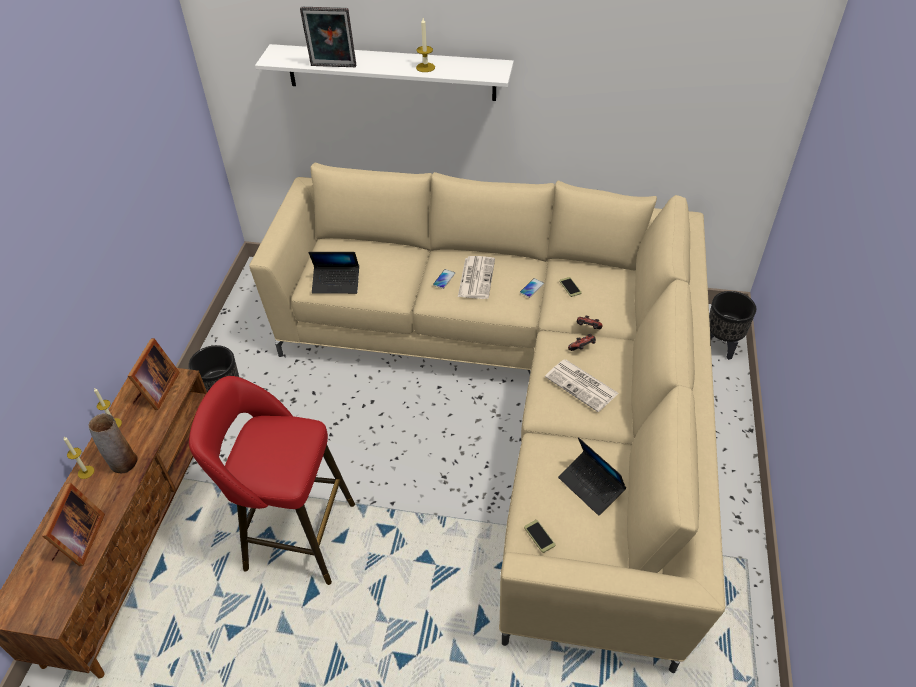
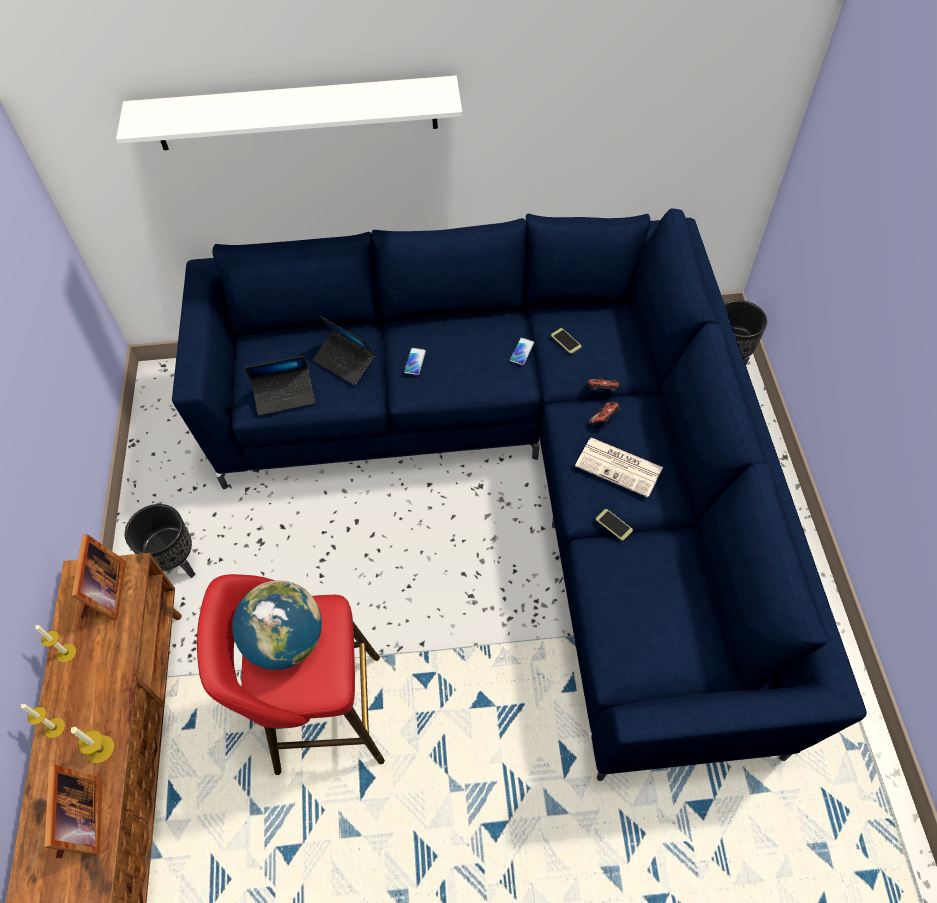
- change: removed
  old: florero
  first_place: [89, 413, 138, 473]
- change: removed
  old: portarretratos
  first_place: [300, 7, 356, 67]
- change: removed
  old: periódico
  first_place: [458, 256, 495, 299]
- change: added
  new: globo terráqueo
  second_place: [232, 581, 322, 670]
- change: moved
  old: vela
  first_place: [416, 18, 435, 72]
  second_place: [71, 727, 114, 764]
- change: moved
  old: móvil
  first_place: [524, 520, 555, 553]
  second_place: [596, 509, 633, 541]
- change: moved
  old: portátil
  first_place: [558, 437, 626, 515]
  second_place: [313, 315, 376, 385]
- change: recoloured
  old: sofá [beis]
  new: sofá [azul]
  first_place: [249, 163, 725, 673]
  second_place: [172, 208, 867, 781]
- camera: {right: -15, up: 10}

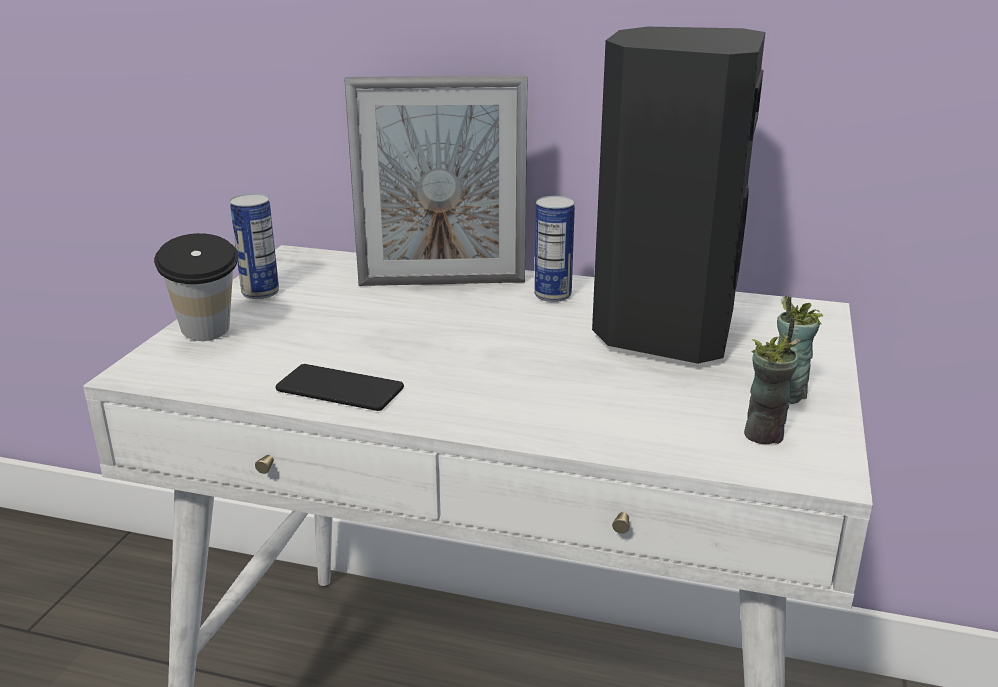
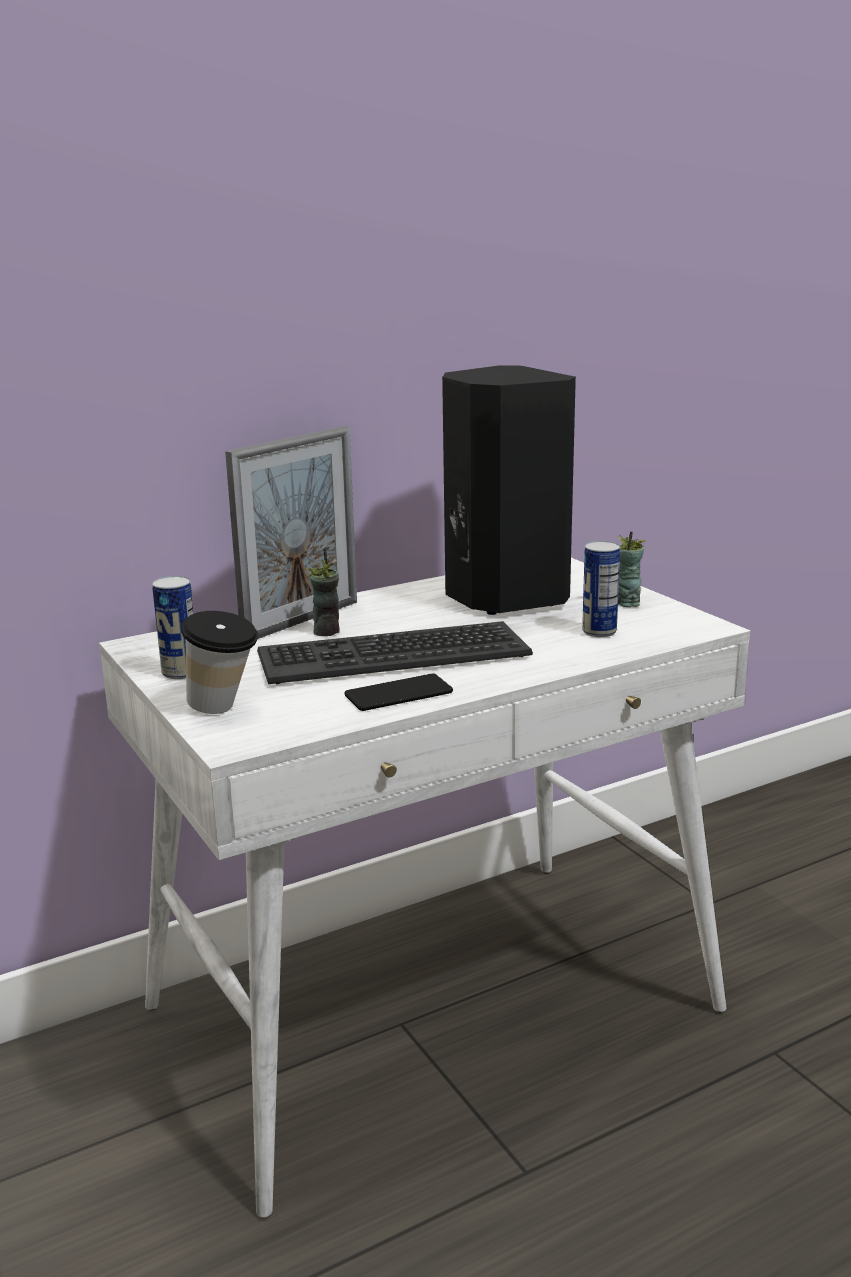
- change: added
  new: teclado
  second_place: [257, 621, 533, 685]
- change: moved
  old: lata
  first_place: [534, 196, 575, 302]
  second_place: [582, 541, 620, 637]
- change: moved
  old: taza
  first_place: [744, 318, 800, 444]
  second_place: [307, 548, 340, 636]
- camera: {right: -45, up: -5}

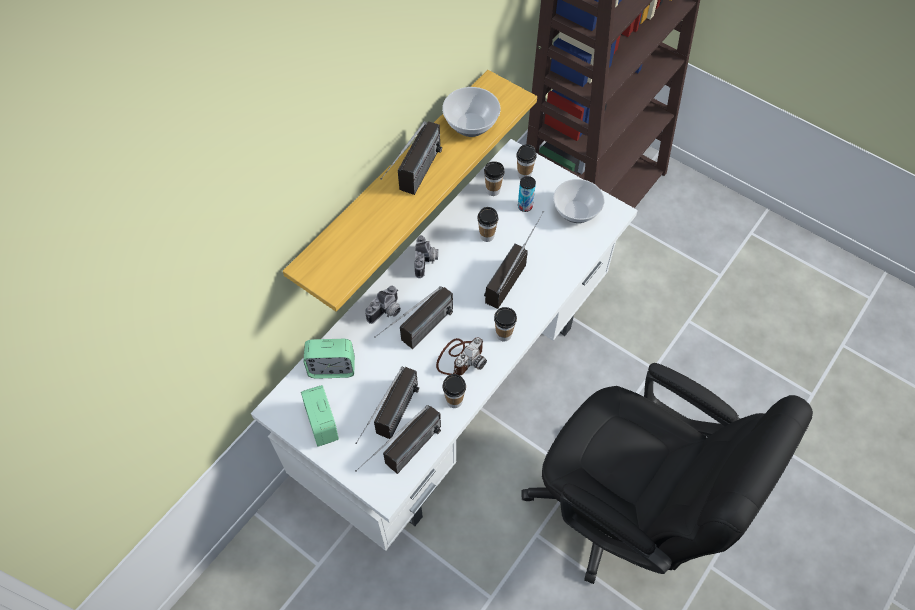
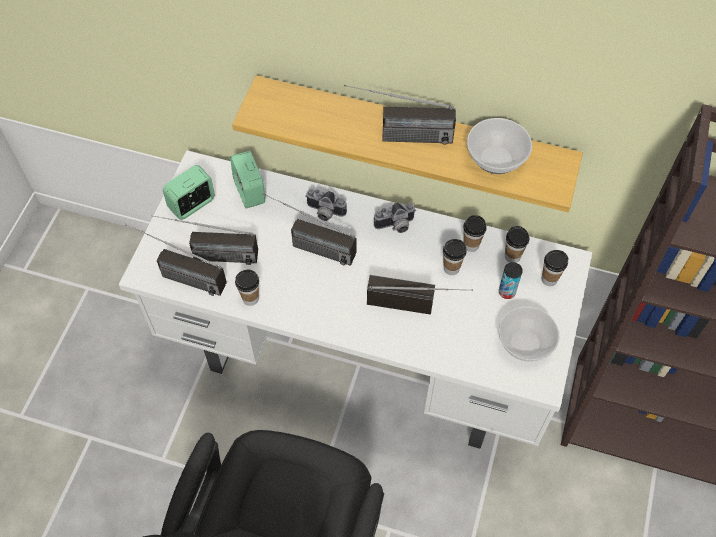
- change: removed
  old: cámara
  first_place: [436, 338, 487, 376]
- change: moved
  old: taza
  first_place: [494, 307, 517, 341]
  second_place: [463, 215, 487, 252]
- camera: {right: 70, up: 0}

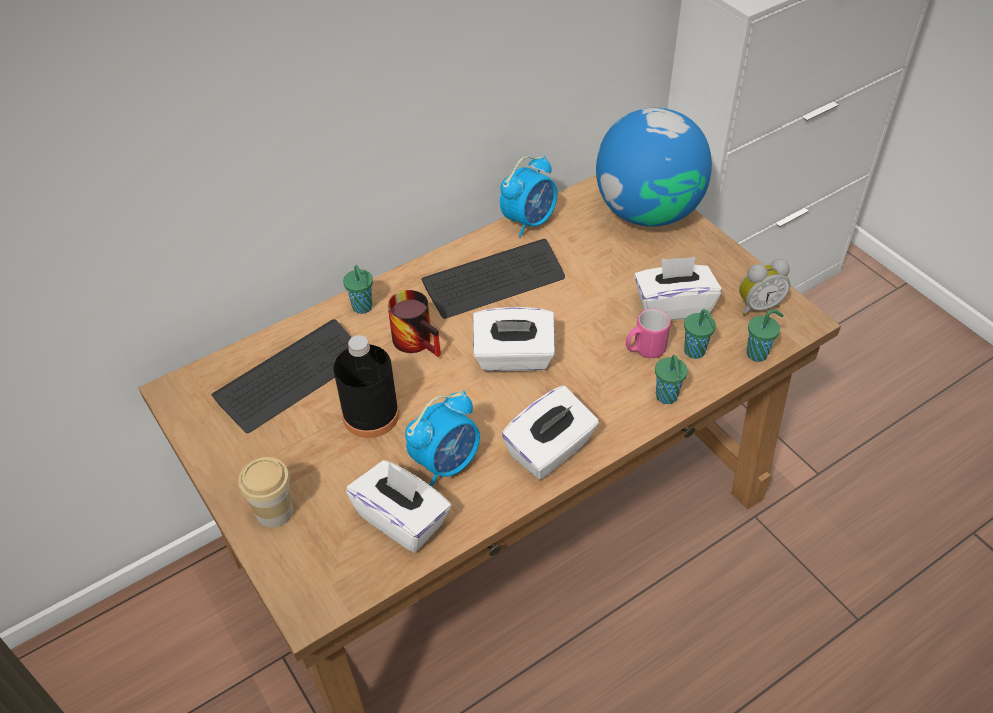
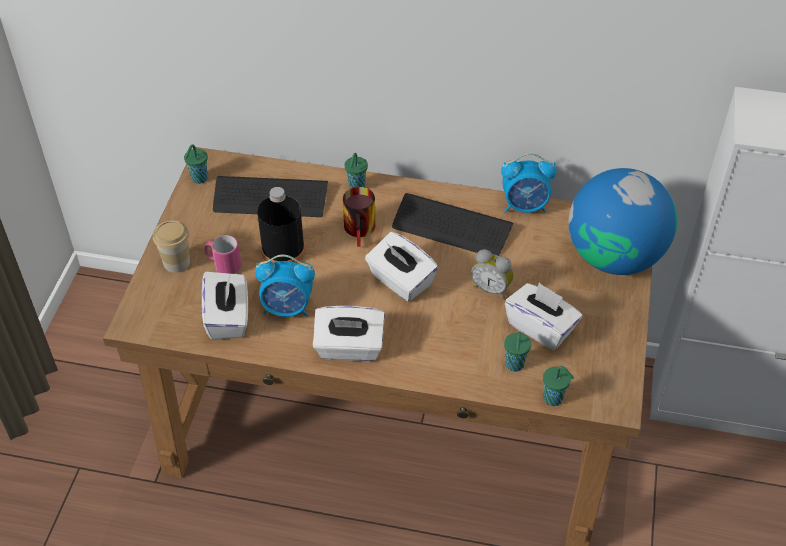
- change: moved
  old: taza grande [rosa]
  first_place: [626, 309, 671, 358]
  second_place: [205, 235, 241, 274]
- change: moved
  old: taza [verde]
  first_place: [655, 355, 688, 404]
  second_place: [184, 144, 208, 184]
- change: moved
  old: despertador
  first_place: [739, 259, 790, 316]
  second_place: [471, 249, 514, 299]
- camera: {right: 45, up: 0}

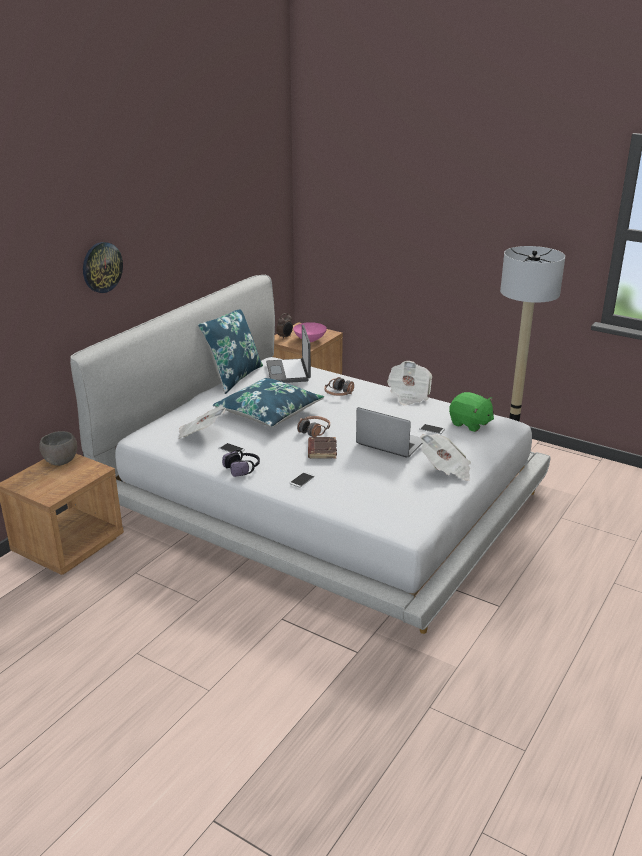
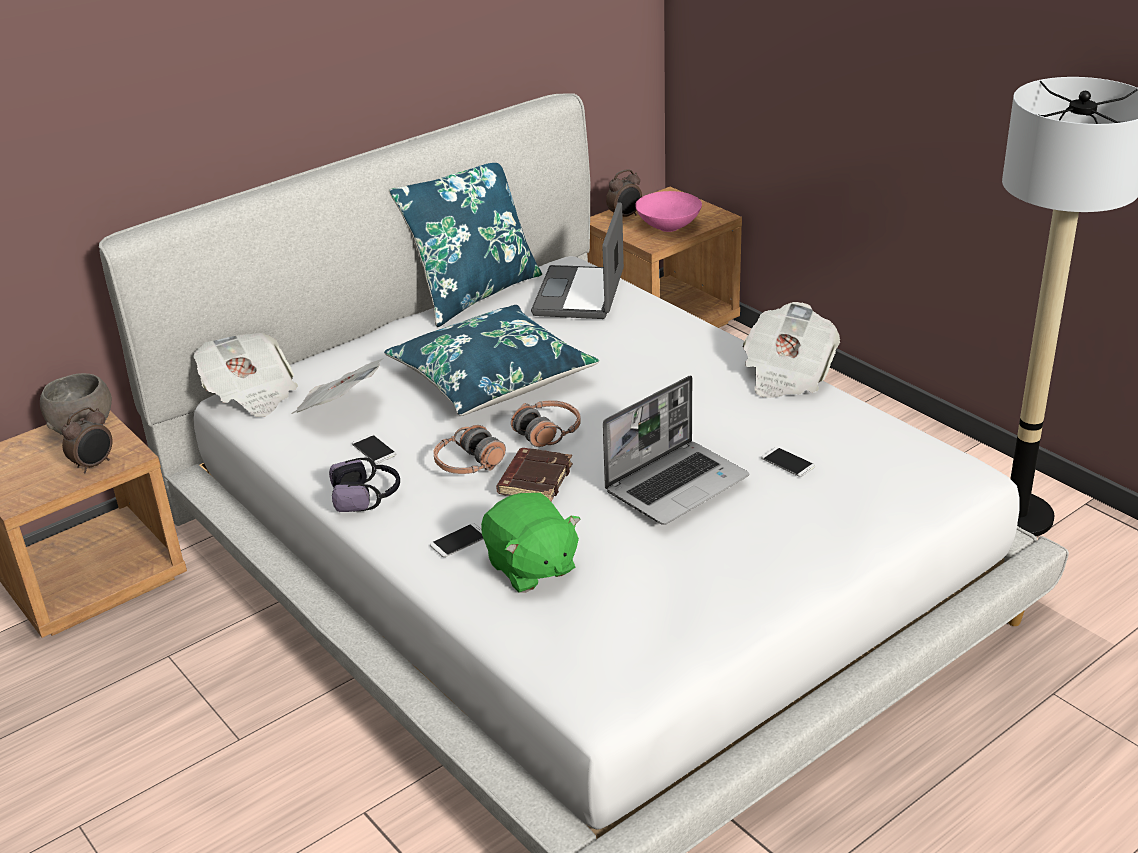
- change: removed
  old: reloj de pared
  first_place: [83, 242, 123, 293]
- change: added
  new: despertador
  second_place: [62, 407, 113, 474]
- change: moved
  old: auriculares
  first_place: [324, 377, 354, 396]
  second_place: [433, 425, 506, 474]
- change: moved
  old: periódico
  first_place: [420, 434, 471, 481]
  second_place: [194, 333, 298, 417]
- change: moved
  old: peluche [verde]
  first_place: [449, 392, 494, 432]
  second_place: [481, 493, 581, 593]
- change: turned
  old: portátil
  first_place: [356, 407, 422, 458]
  second_place: [603, 375, 749, 525]
  degrees: 90
- camera: {right: 20, up: 5}

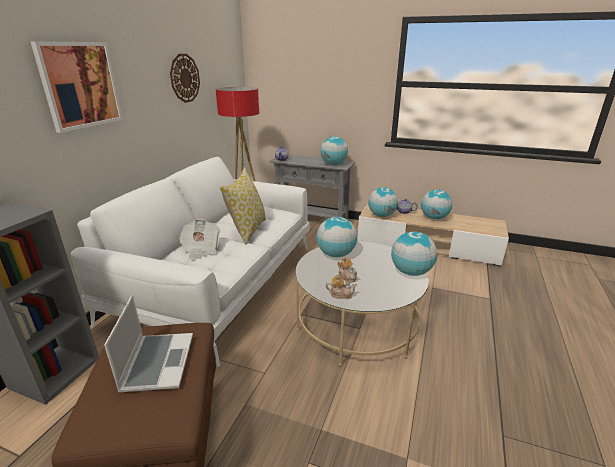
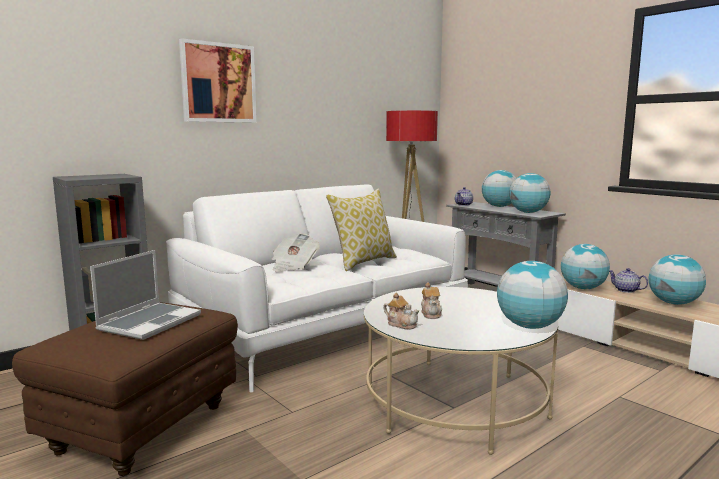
- change: removed
  old: reloj de pared
  first_place: [170, 54, 200, 103]
- change: moved
  old: globo terráqueo
  first_place: [316, 217, 357, 257]
  second_place: [482, 170, 516, 207]
- camera: {right: 30, up: -15}

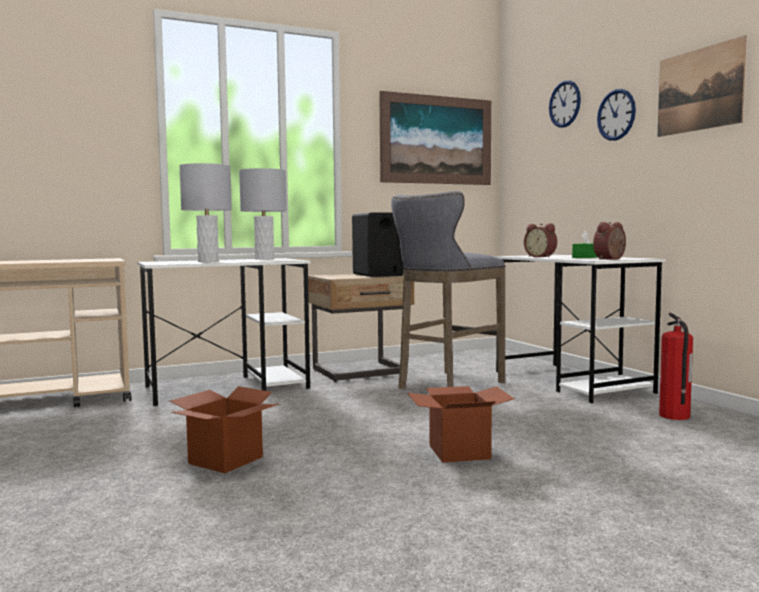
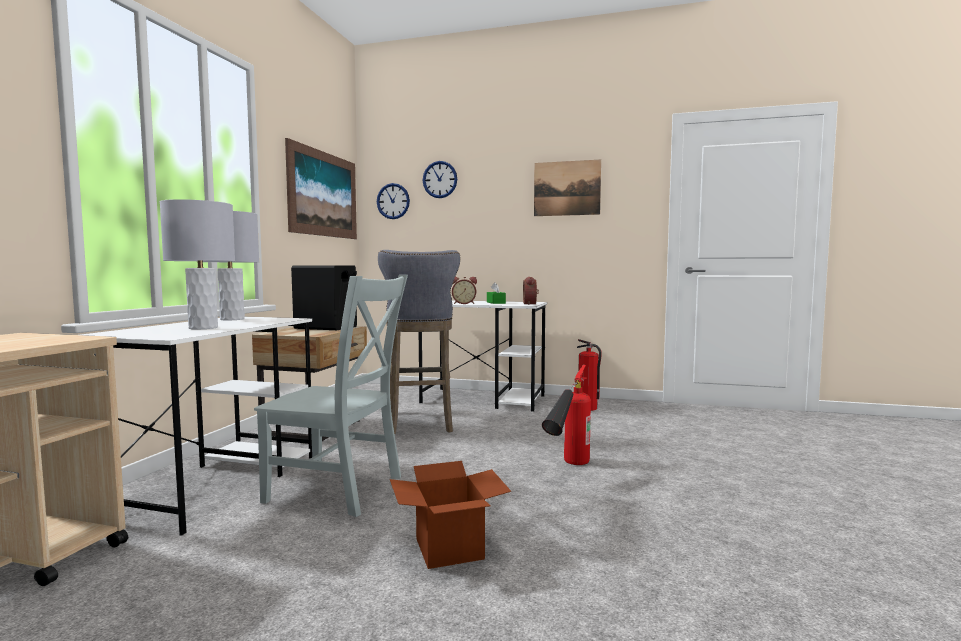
- change: added
  new: silla [gris]
  second_place: [254, 275, 408, 517]
- change: moved
  old: reloj de pared
  first_place: [597, 89, 636, 141]
  second_place: [377, 183, 410, 219]
- change: replaced
  old: caja de cartón
  new: extintor
  first_place: [407, 386, 515, 463]
  second_place: [542, 365, 591, 465]
- camera: {right: -50, up: 0}

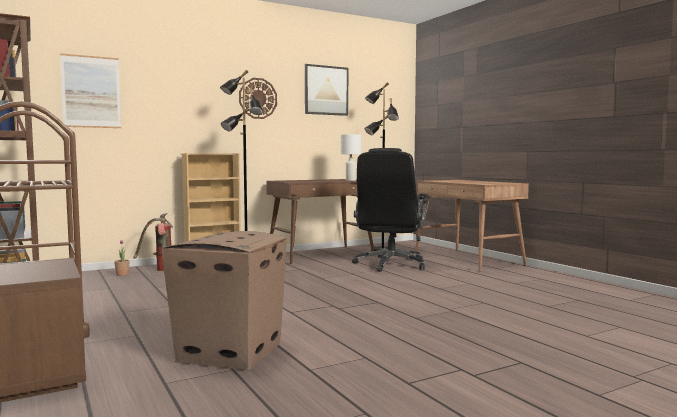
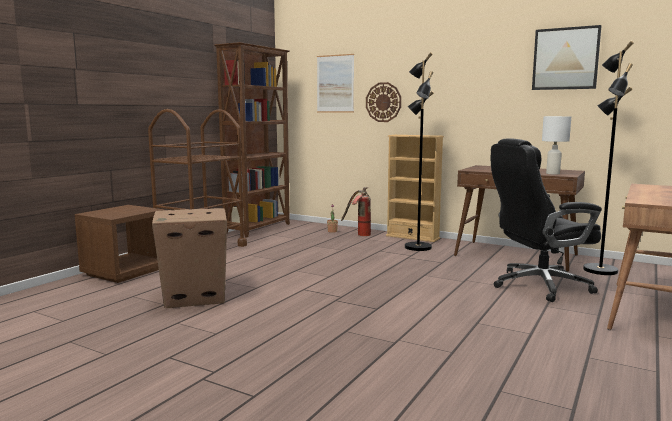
- change: moved
  old: reloj de pared
  first_place: [239, 78, 277, 119]
  second_place: [366, 82, 401, 122]
- camera: {right: 60, up: 5}

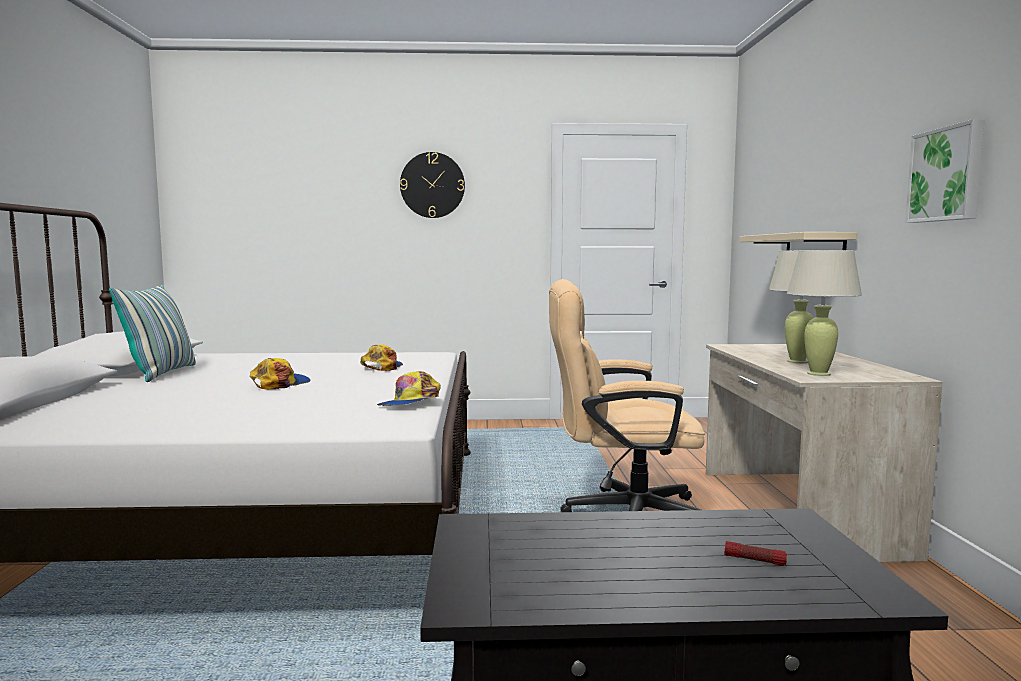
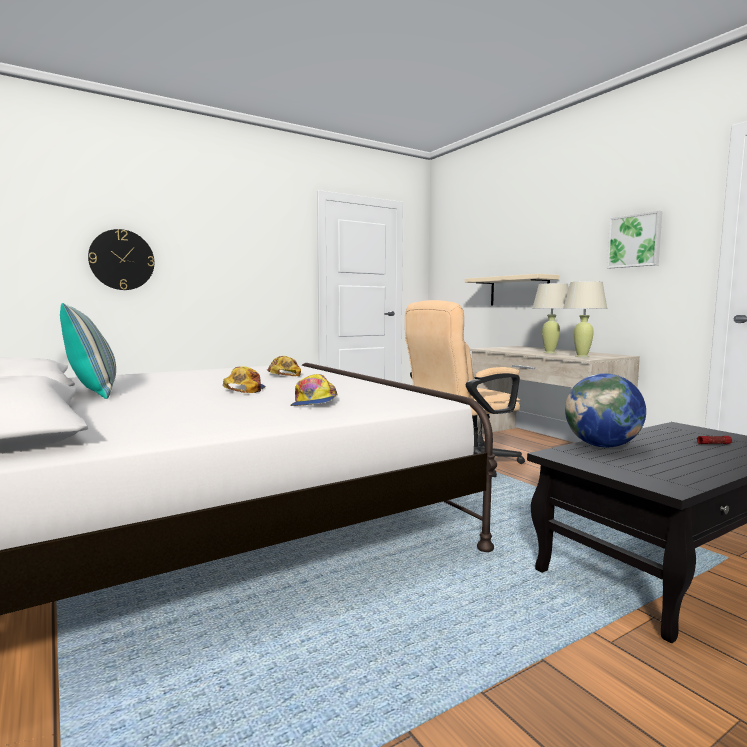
- change: added
  new: globo terráqueo
  second_place: [565, 373, 646, 448]
- change: moved
  old: gorra
  first_place: [377, 371, 441, 406]
  second_place: [290, 374, 338, 406]
- change: moved
  old: reloj de pared
  first_place: [400, 152, 465, 218]
  second_place: [88, 229, 154, 290]
- camera: {right: -30, up: 0}

